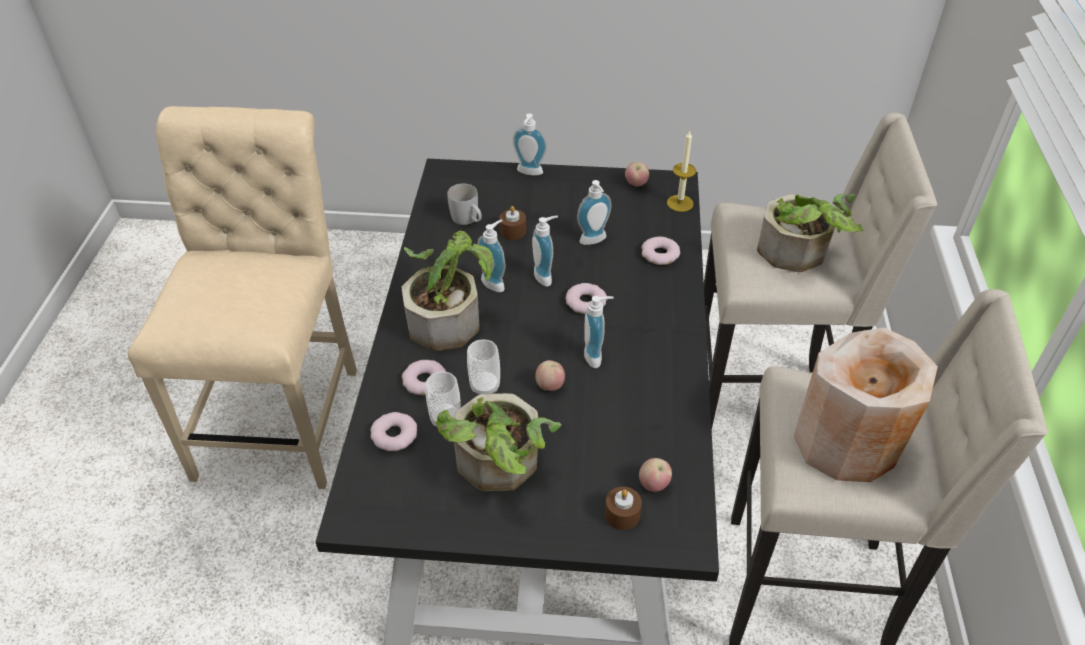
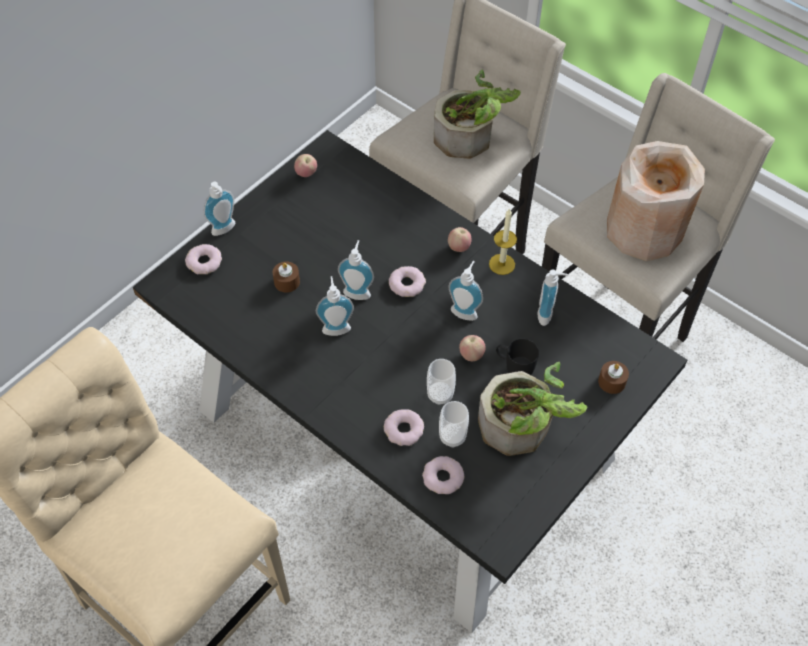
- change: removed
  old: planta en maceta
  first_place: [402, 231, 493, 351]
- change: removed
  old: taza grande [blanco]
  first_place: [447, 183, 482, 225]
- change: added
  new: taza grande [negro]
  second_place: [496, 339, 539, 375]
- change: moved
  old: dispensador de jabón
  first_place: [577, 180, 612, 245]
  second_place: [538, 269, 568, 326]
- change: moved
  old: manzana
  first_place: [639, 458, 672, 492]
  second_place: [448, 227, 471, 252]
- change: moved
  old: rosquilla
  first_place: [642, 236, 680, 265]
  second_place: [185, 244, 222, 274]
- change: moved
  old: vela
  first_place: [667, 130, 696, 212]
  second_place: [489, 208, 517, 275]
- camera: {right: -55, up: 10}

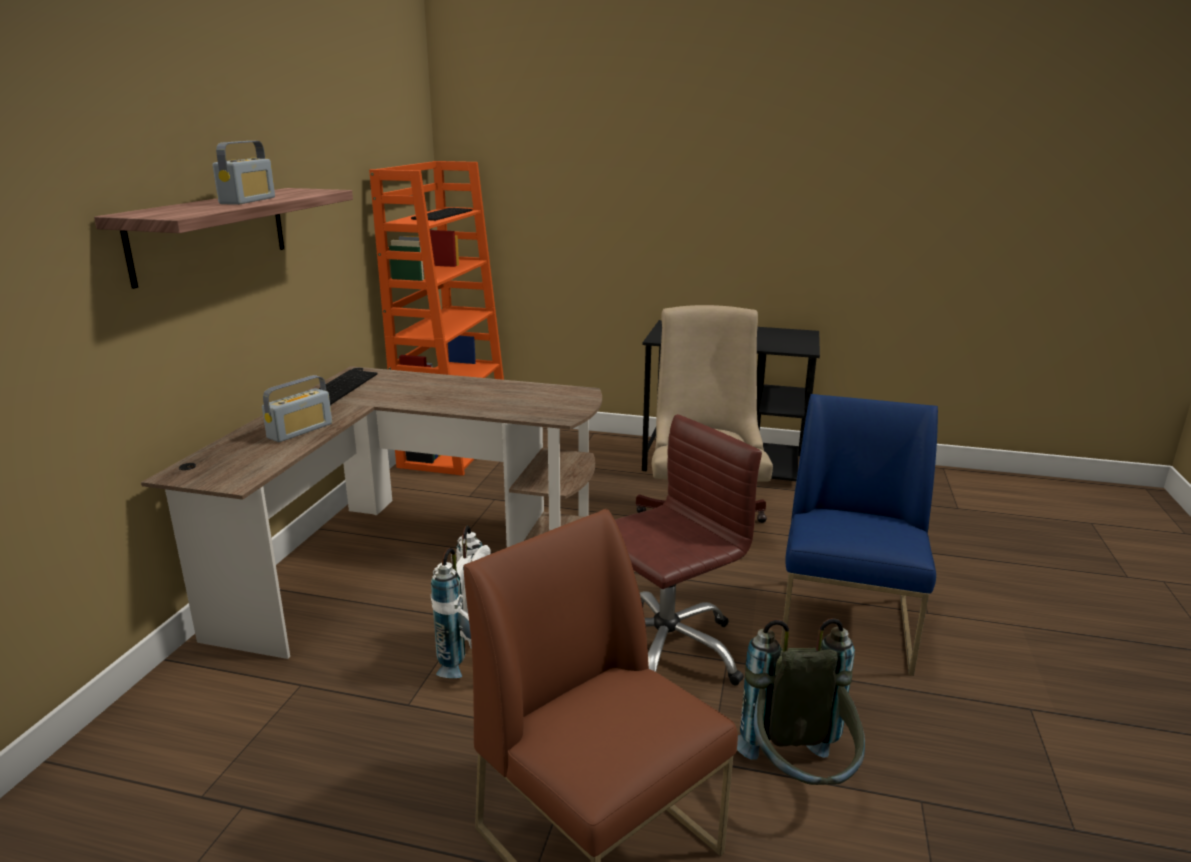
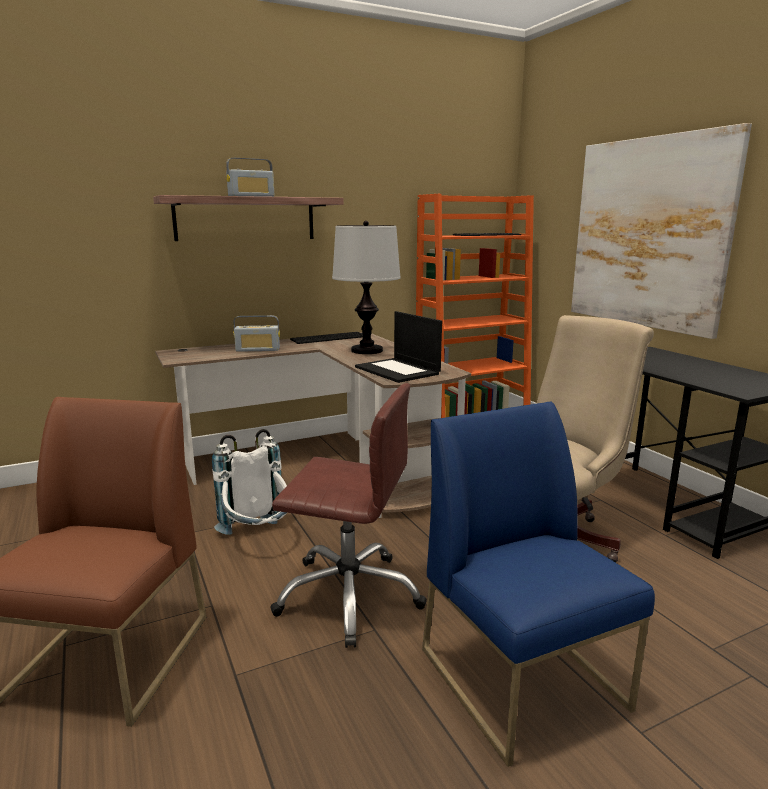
- change: removed
  old: mochila [gris]
  first_place: [737, 618, 865, 785]
- change: added
  new: lámpara de mesa
  second_place: [332, 221, 401, 354]
- change: added
  new: portátil
  second_place: [355, 311, 442, 383]
- change: added
  new: cuadro
  second_place: [571, 123, 752, 339]
- change: turned
  old: silla [azul]
  first_place: [780, 394, 938, 676]
  second_place: [422, 402, 655, 767]
  degrees: -90
- camera: {right: 50, up: -5}

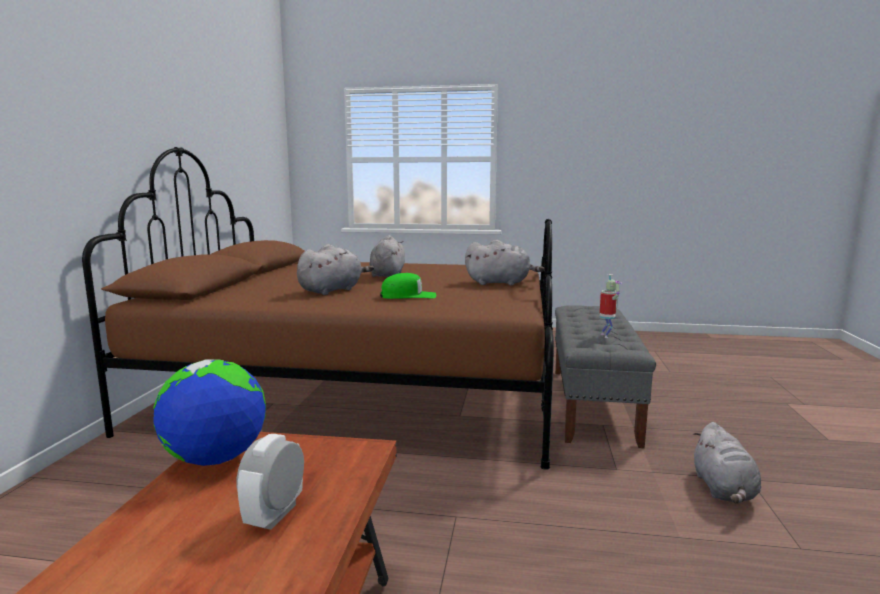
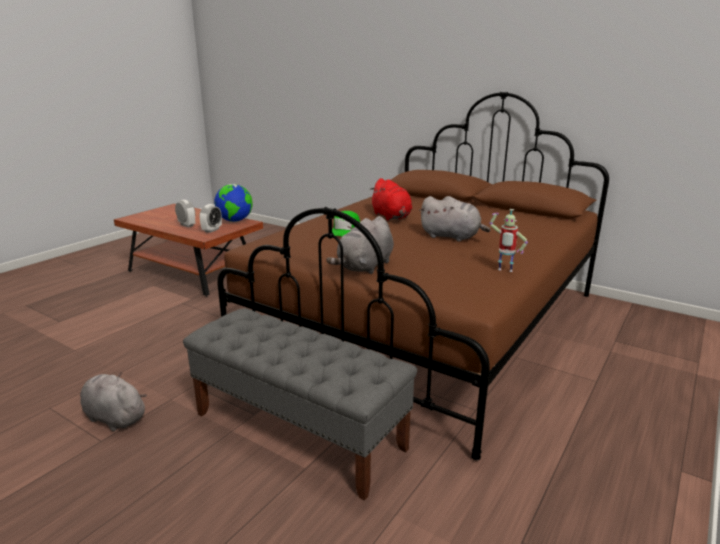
- change: added
  new: despertador
  second_place: [199, 204, 222, 233]
- change: moved
  old: robot de juguete
  first_place: [600, 274, 621, 338]
  second_place: [489, 209, 528, 272]
- change: recoloured
  old: peluche [gris]
  new: peluche [rojo]
  first_place: [297, 244, 374, 295]
  second_place: [370, 178, 412, 220]
- camera: {right: 115, up: 10}

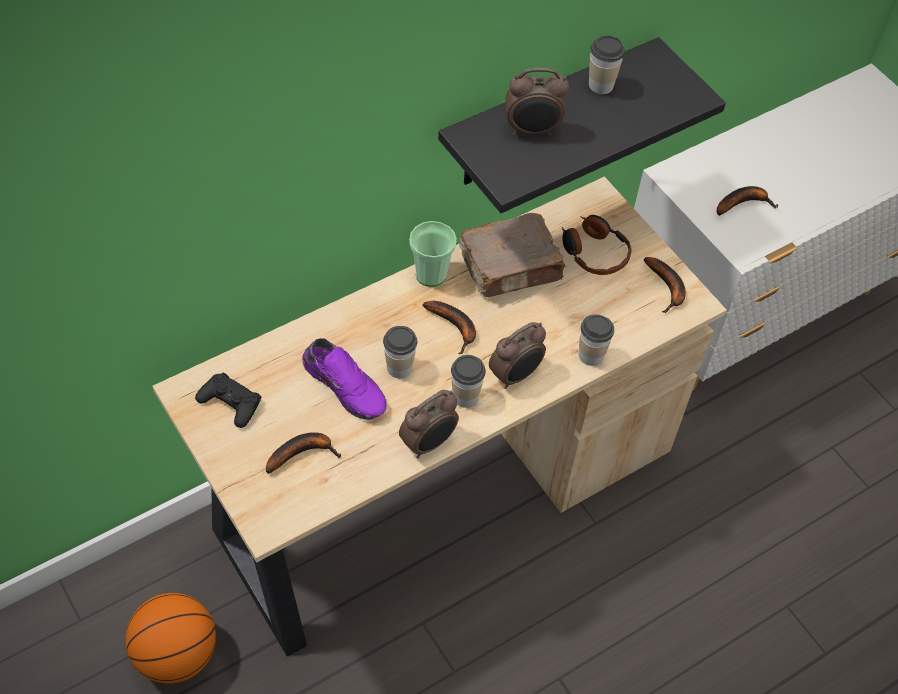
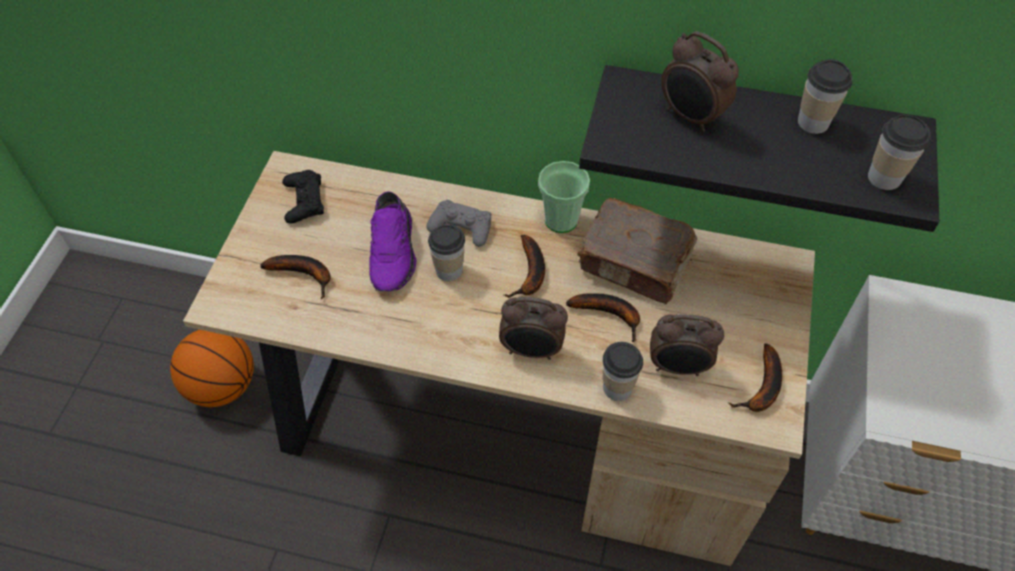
- change: removed
  old: auriculares
  first_place: [562, 215, 632, 275]
- change: added
  new: mando de consola [gris]
  second_place: [426, 200, 492, 247]
- change: moved
  old: despertador
  first_place: [399, 390, 459, 458]
  second_place: [650, 314, 724, 376]
- change: moved
  old: taza
  first_place: [451, 355, 486, 408]
  second_place: [868, 114, 931, 190]
- change: moved
  old: plátano
  first_place: [716, 186, 779, 216]
  second_place: [566, 293, 640, 343]
- camera: {right: 50, up: 0}

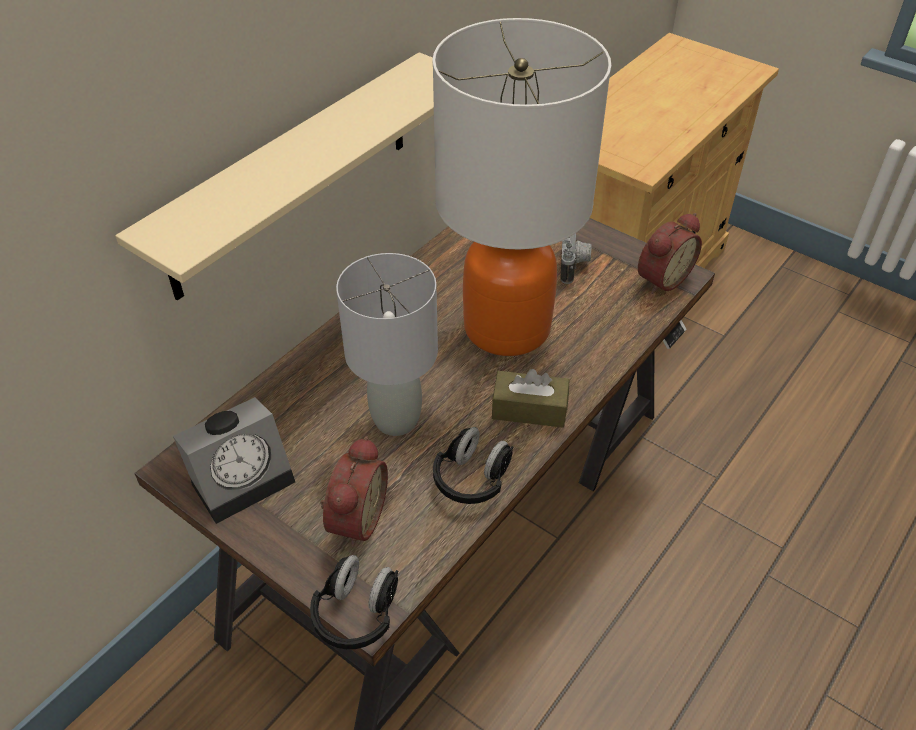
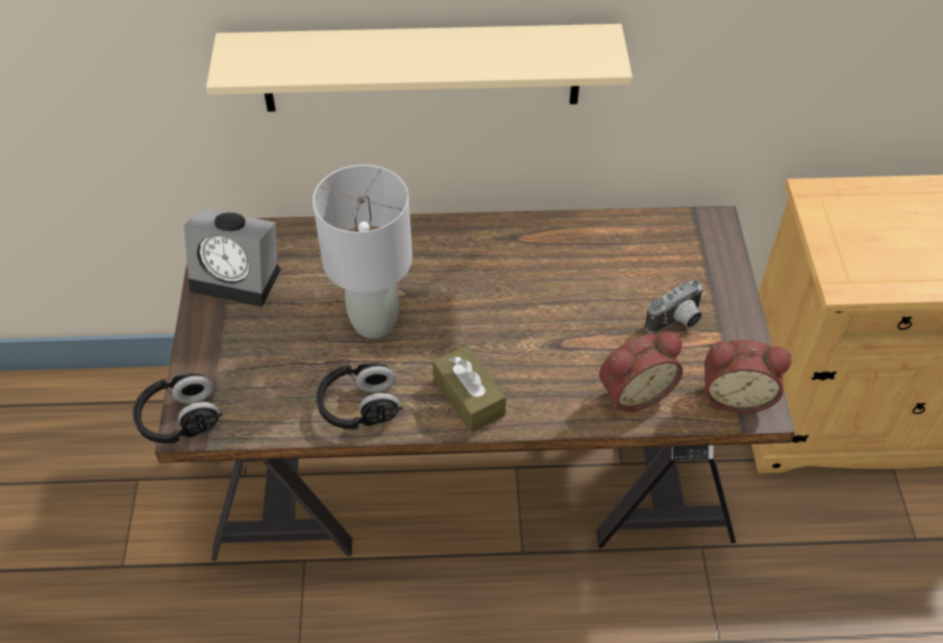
- change: removed
  old: lámpara de mesa
  first_place: [432, 18, 611, 356]
- change: moved
  old: despertador
  first_place: [320, 436, 388, 547]
  second_place: [599, 332, 683, 412]
- camera: {right: 50, up: 5}

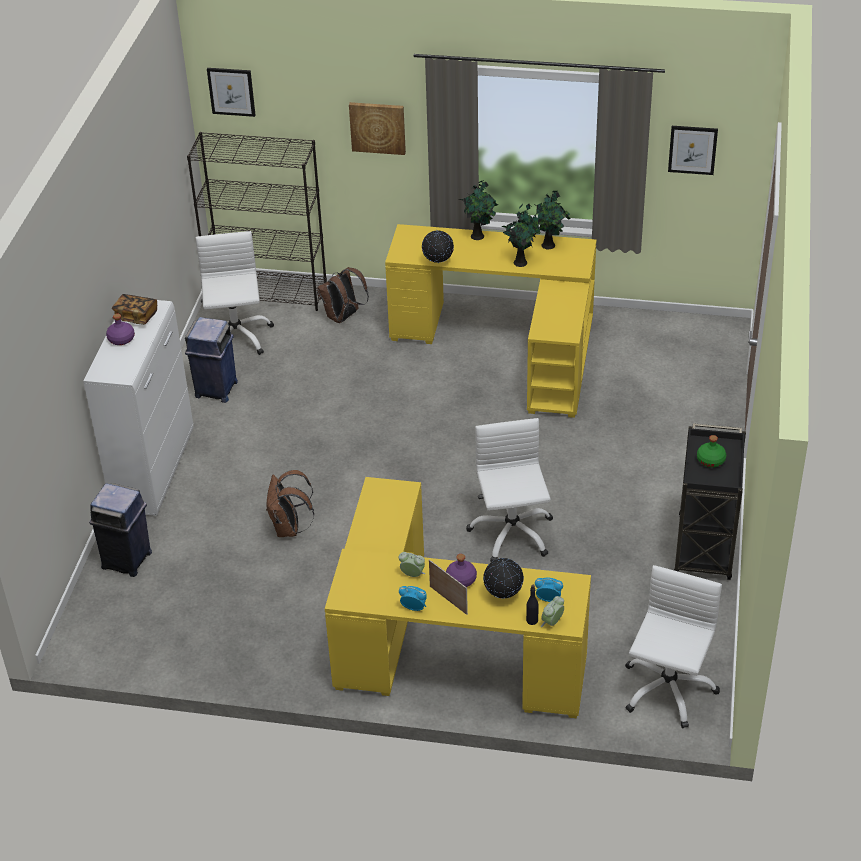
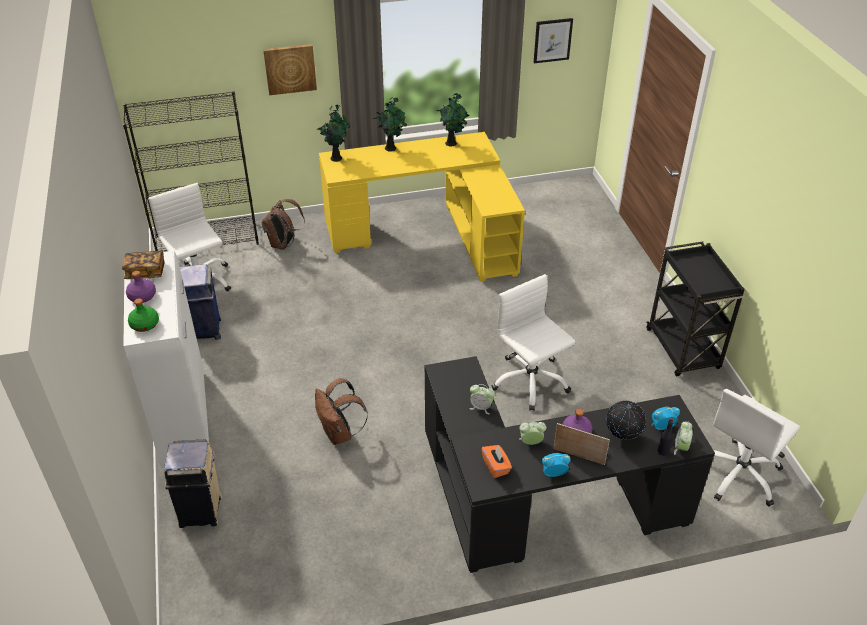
- change: removed
  old: cuadro
  first_place: [207, 68, 256, 117]
- change: removed
  old: globo terráqueo
  first_place: [422, 230, 454, 263]
- change: added
  new: despertador
  second_place: [470, 384, 495, 414]
- change: added
  new: caja de pañuelos [naranja]
  second_place: [482, 445, 512, 478]
- change: moved
  old: planta en maceta
  first_place: [501, 204, 540, 267]
  second_place: [317, 105, 350, 162]
- change: moved
  old: botella [verde]
  first_place: [697, 435, 726, 468]
  second_place: [128, 298, 159, 332]
- change: recoloured
  old: papelera [azul]
  new: papelera [beis]
  first_place: [89, 483, 152, 577]
  second_place: [164, 439, 222, 528]
- change: recoloured
  old: escritorio [amarillo]
  new: escritorio [negro]
  first_place: [325, 477, 591, 718]
  second_place: [425, 356, 715, 573]
- change: turned
  old: silla de oficina [blanco]
  first_place: [625, 565, 722, 728]
  second_place: [713, 389, 800, 507]
  degrees: -135
- camera: {right: -25, up: 0}

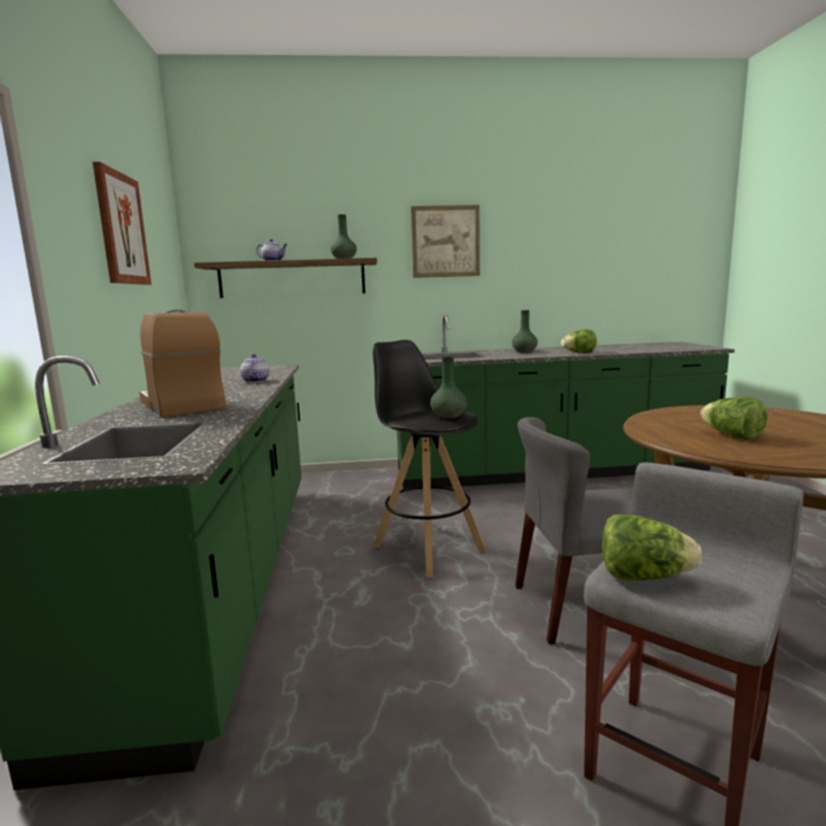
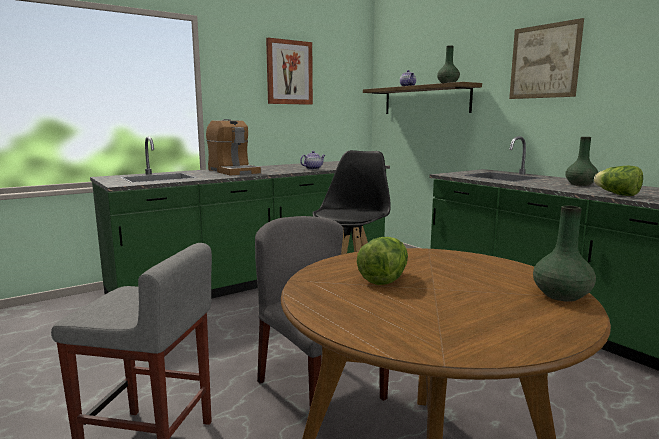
- change: removed
  old: lechuga
  first_place: [602, 514, 702, 581]
- change: moved
  old: florero [verde]
  first_place: [430, 356, 467, 418]
  second_place: [533, 205, 596, 302]
- change: turned
  old: cafetera
  first_place: [139, 310, 226, 417]
  second_place: [206, 119, 261, 176]
  degrees: 120
- camera: {right: 60, up: 0}

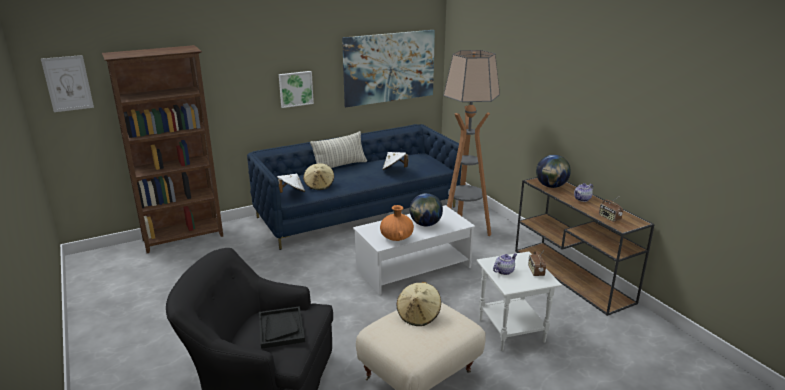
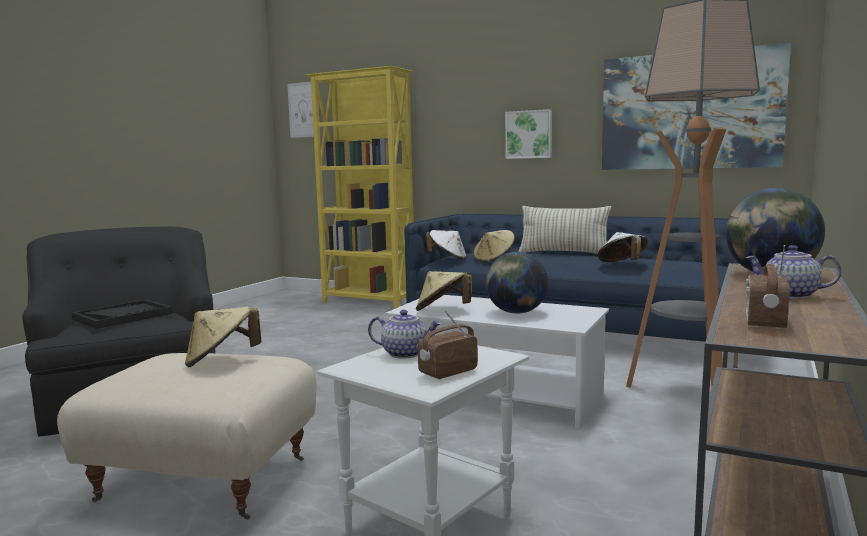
- change: replaced
  old: florero [naranja]
  new: sombrero [beis]
  first_place: [380, 205, 414, 241]
  second_place: [416, 271, 472, 311]
- change: recoloured
  old: estantería [marrón]
  new: estantería [amarillo]
  first_place: [102, 45, 223, 253]
  second_place: [306, 66, 414, 309]
- camera: {right: 55, up: -15}

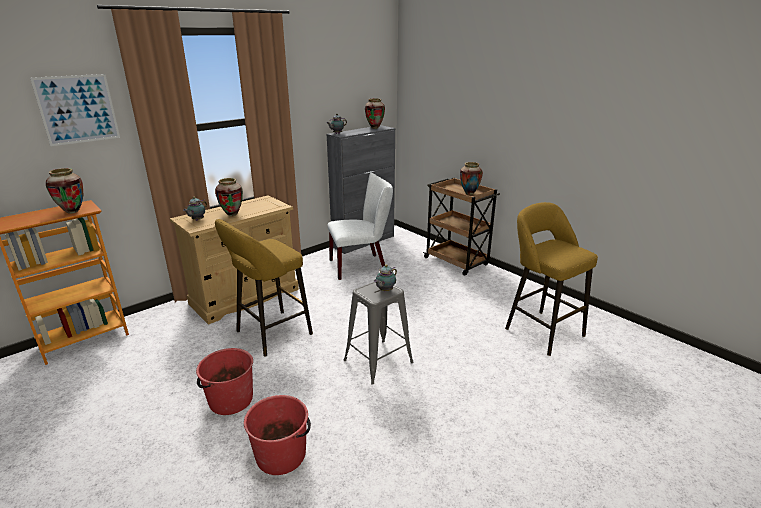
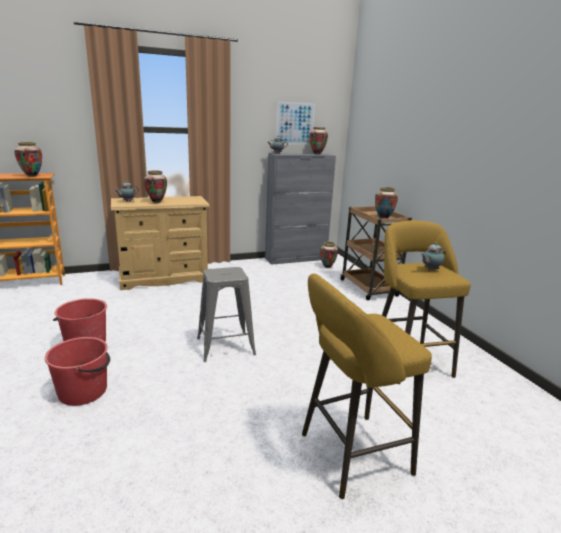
- change: removed
  old: silla [blanco]
  first_place: [328, 173, 393, 280]
- change: added
  new: florero
  second_place: [320, 242, 338, 268]
- change: moved
  old: cuadro
  first_place: [30, 74, 120, 146]
  second_place: [276, 102, 315, 145]
- change: moved
  old: taburete [amarillo]
  first_place: [215, 219, 313, 356]
  second_place: [302, 274, 432, 499]
- change: moved
  old: tetera
  first_place: [374, 265, 397, 292]
  second_place: [421, 242, 446, 270]
- camera: {right: 20, up: -5}

